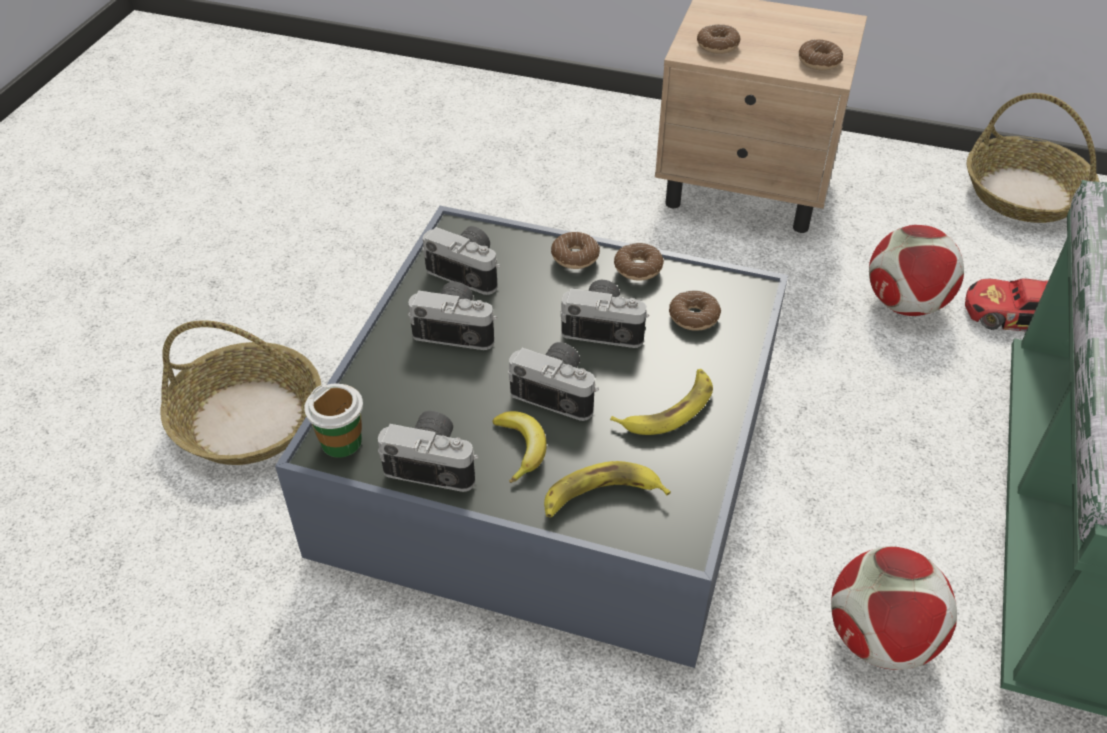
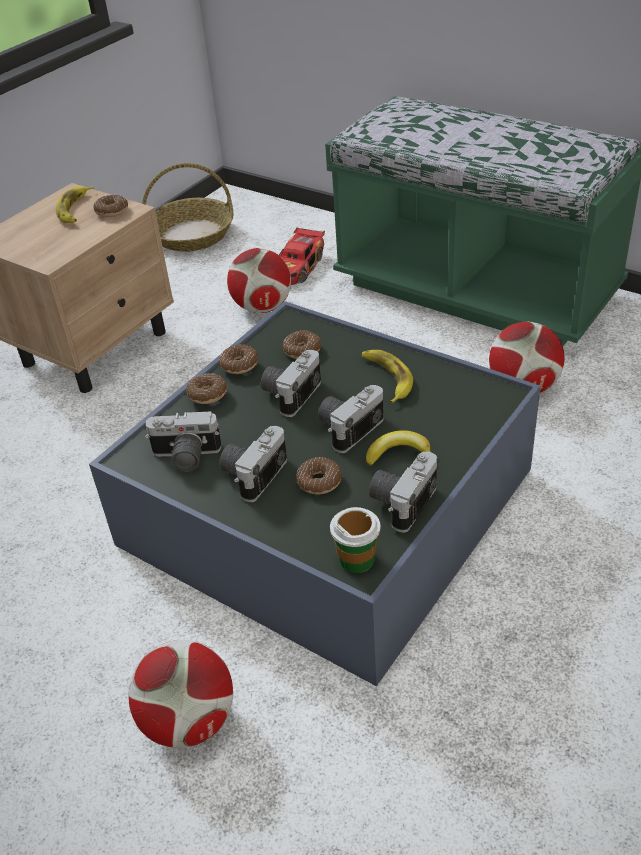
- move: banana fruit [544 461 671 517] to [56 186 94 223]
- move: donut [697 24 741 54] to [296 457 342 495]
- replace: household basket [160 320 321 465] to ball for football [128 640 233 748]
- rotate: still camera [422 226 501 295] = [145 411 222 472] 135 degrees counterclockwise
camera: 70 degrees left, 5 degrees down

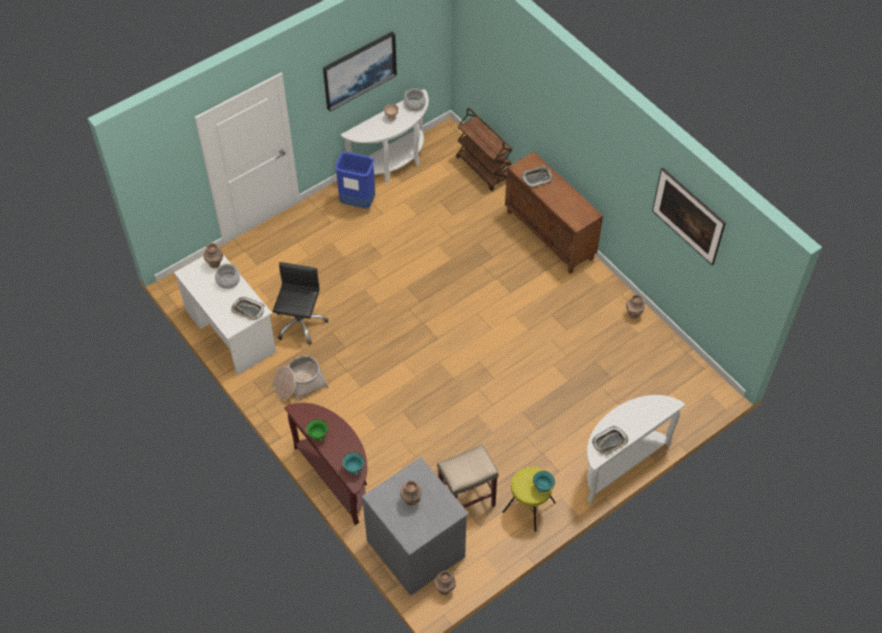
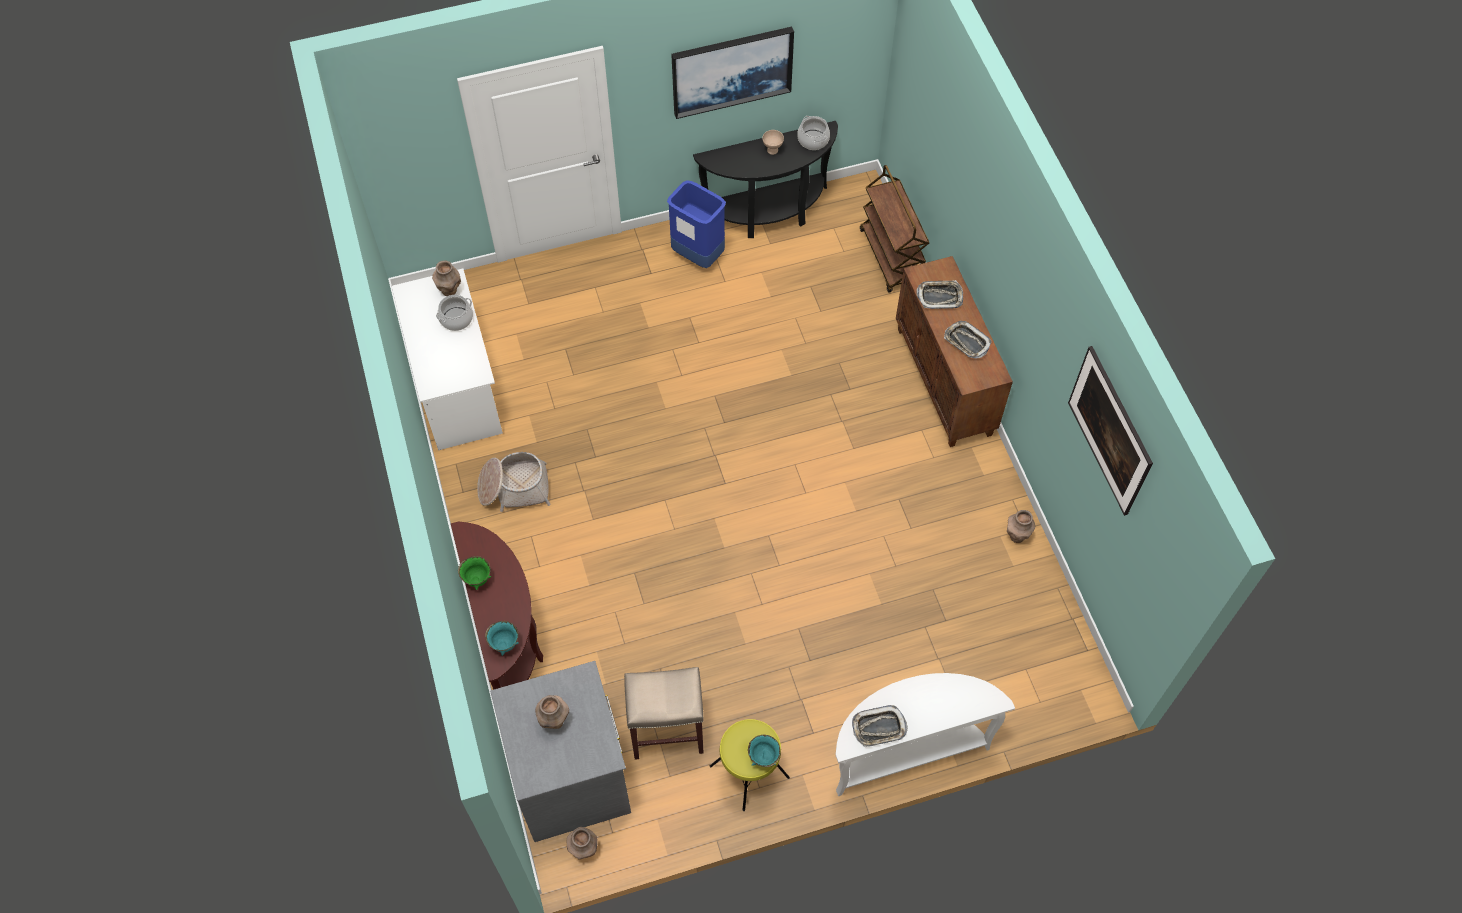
- delete: black-coloured office chair [273 262 328 345]
- move: carrying tray [231 297 264 320] to [944 321 992 359]
- recolor: white-coloured narrow table [341 89 429 183] to black-coloured narrow table [693 121 838 238]
camera: 20 degrees right, 5 degrees up

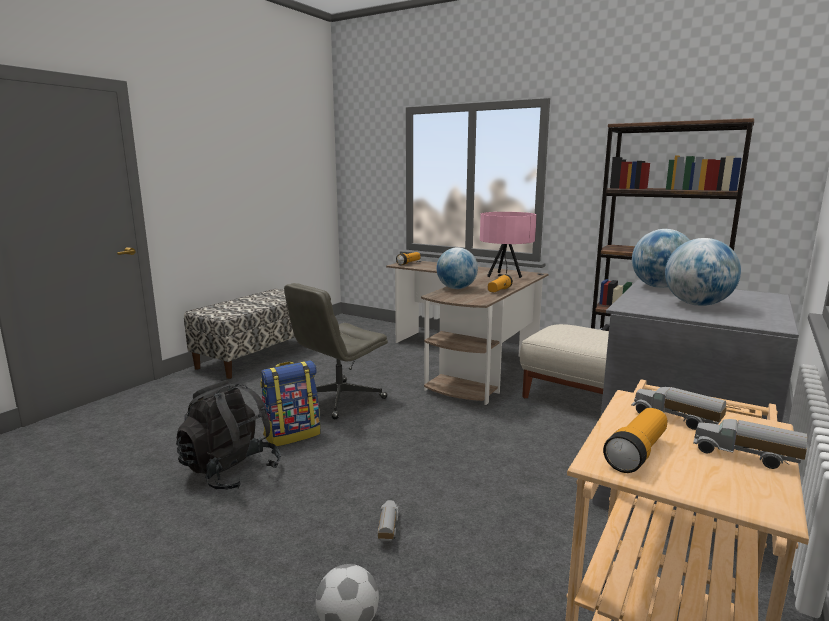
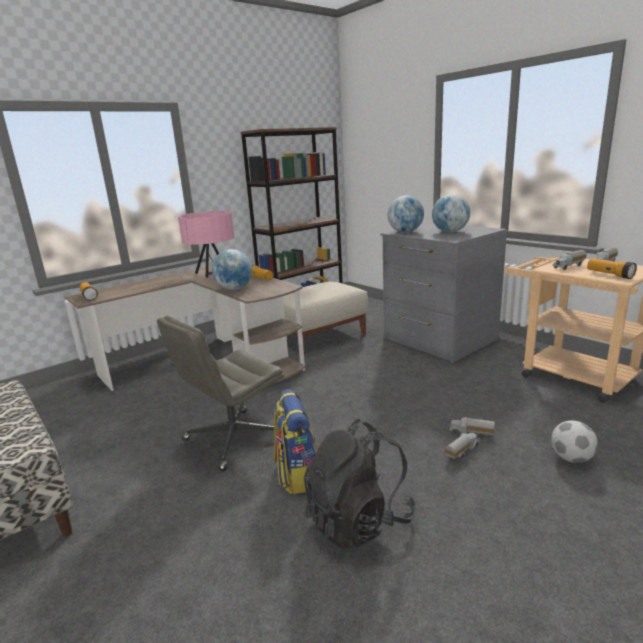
- insert: model truck [445 433 480 459]
- rotate: gray office chair [284 283 388 419] = [157 316 284 471] 75 degrees clockwise
camera: 70 degrees left, 5 degrees up

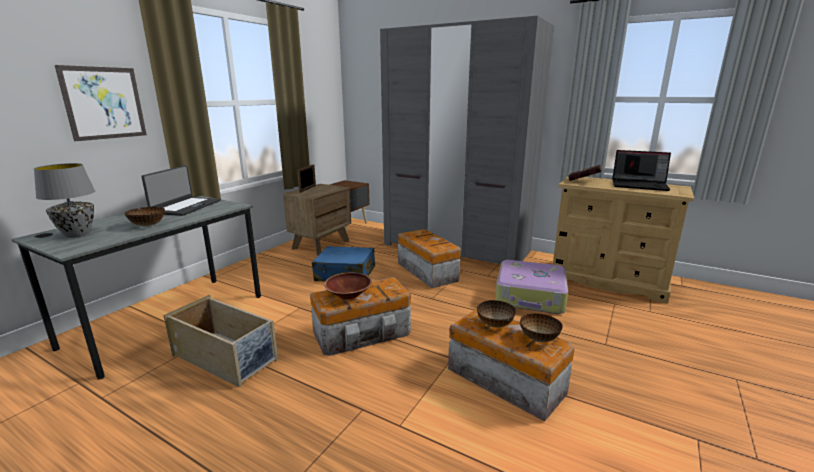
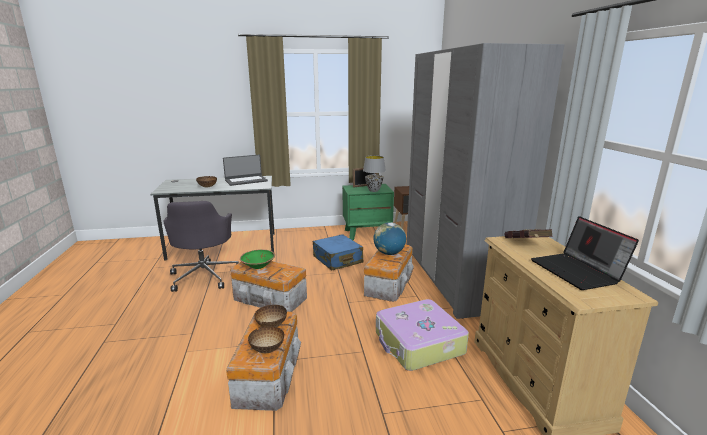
- delete: wall picture [55 65 147 141]
- insert: globe [374 222 406 255]
- move: gray table lamp [34 163 95 238] to [363 155 386 192]
- replace: beige-coloured storage bin [163 295 278 387] to gray office chair [163 201 240 292]
- recolor: brown-coloured bedside table [283 184 351 256] to green-coloured bedside table [342 184 394 240]
- recolor: brown-coloured deep dish [324 272 372 300] to green-coloured deep dish [240 249 275 269]
camera: 50 degrees right, 0 degrees up

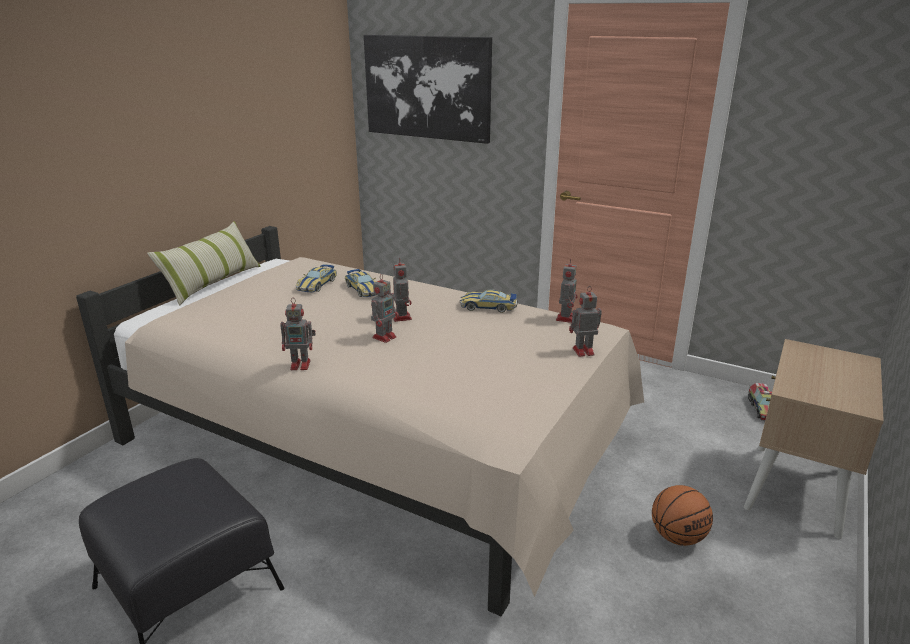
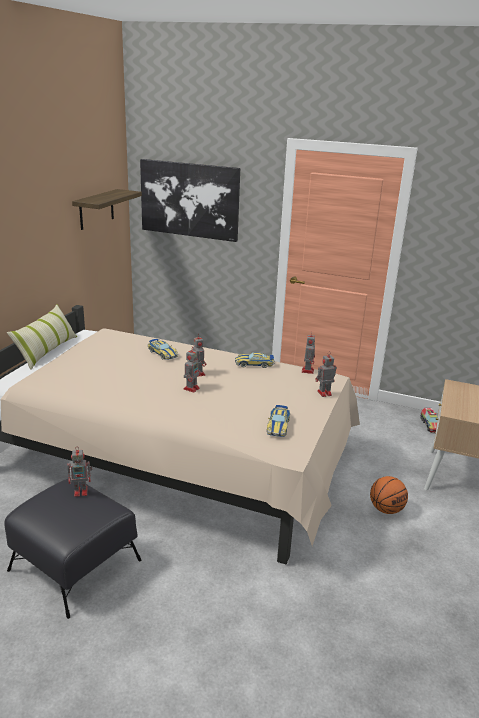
- insert: shelf [72 189 142 230]
- move: toy robot [280 300 316 370] to [67 447 92 497]
- move: toy car [296 264 337 292] to [267 405 290 437]
camera: 10 degrees left, 0 degrees up

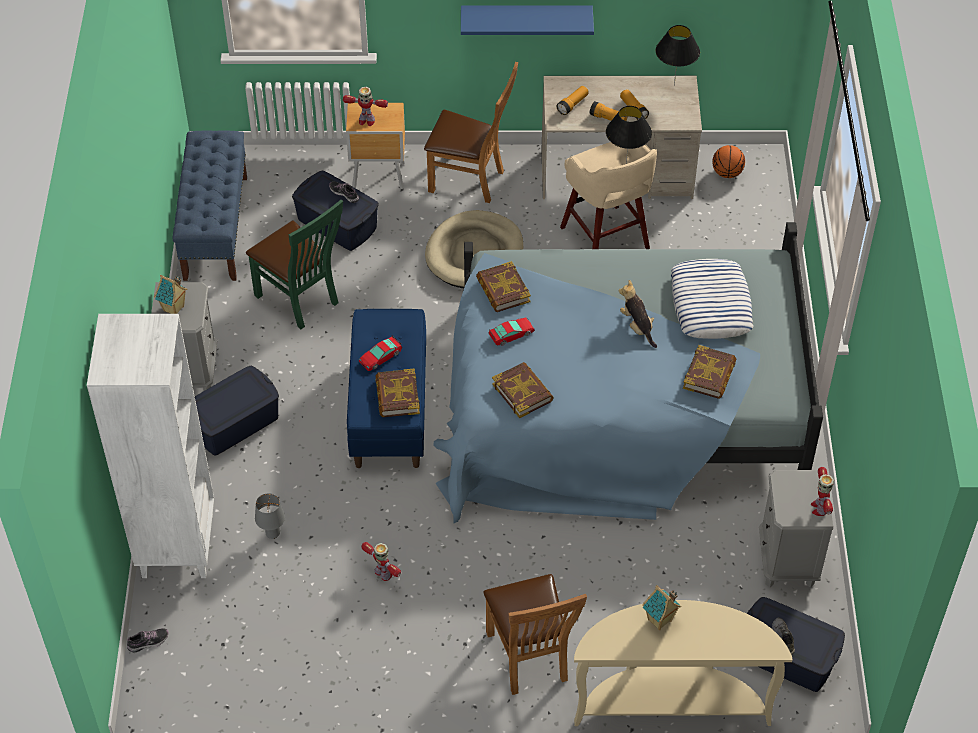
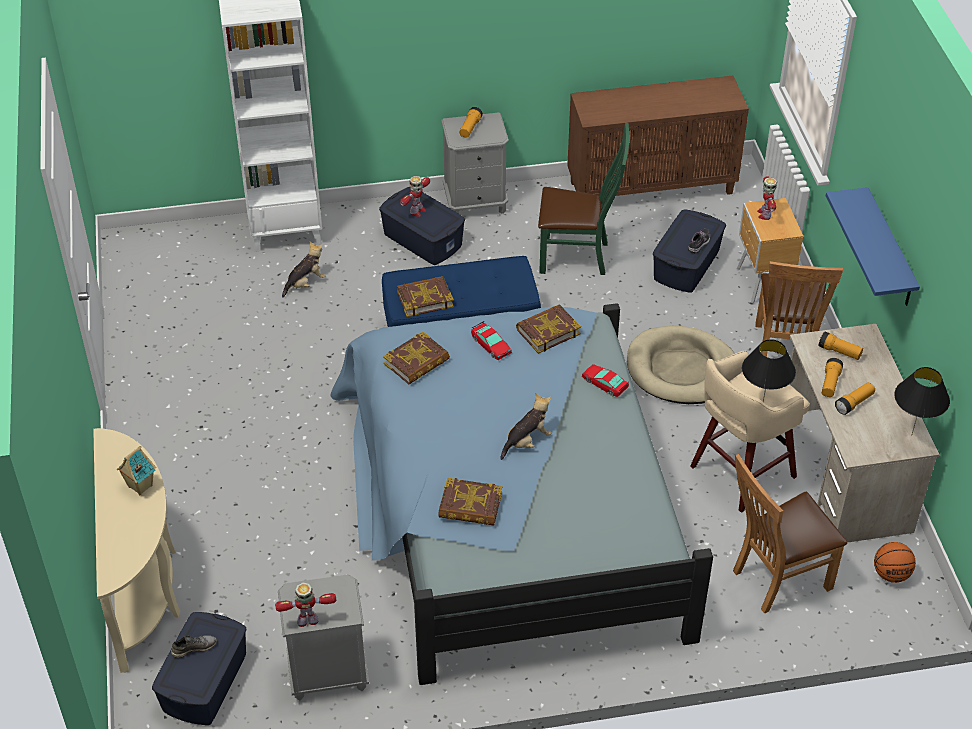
- delete: low shoe [127 628 168 653]
- delete: cushion [671 259 753 339]
- move: toy car [359 335 402 371] to [582 364 629 397]
- move: toy robot [361 542 401 581] to [400 176 430 217]
- move: brown-coloured upright chair [483 574 587 695] to [733 454 847 614]
- replace: model house [154 275 188 314] to hand torch [460 107 483 138]
- replace: blue bench [173 130 247 281] to brown-coloured cupboard [567 76 749 196]
- replace: gray table lamp [255 493 285 539] to soft toy [282 242 326 298]
- rotate: green-coloured upright chair [246 200 343 329] = [538 123 629 275] 120 degrees counterclockwise
camera: 80 degrees right, 5 degrees down

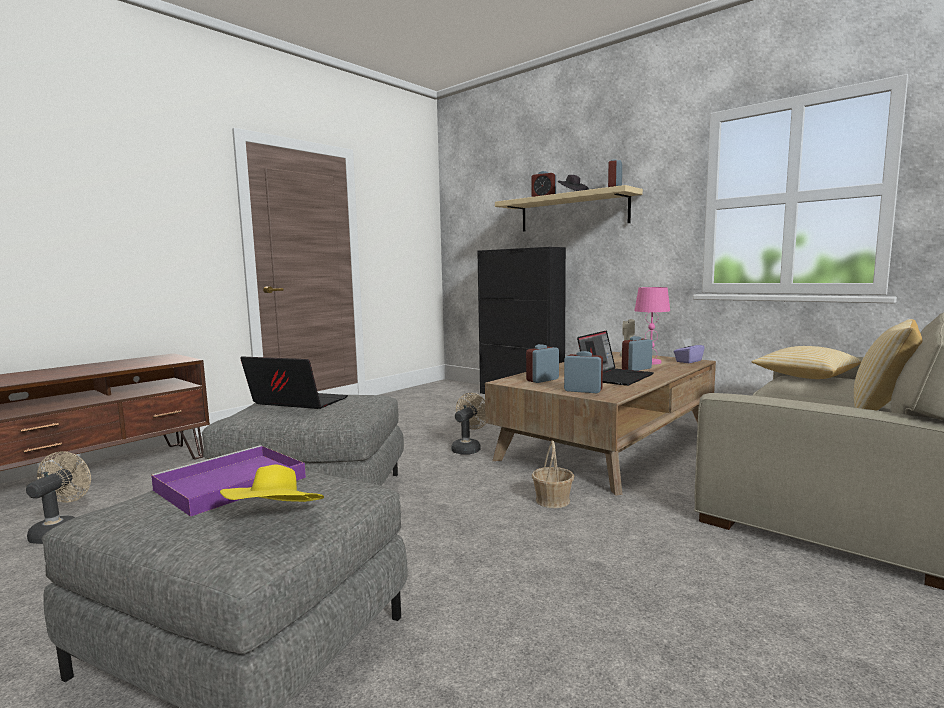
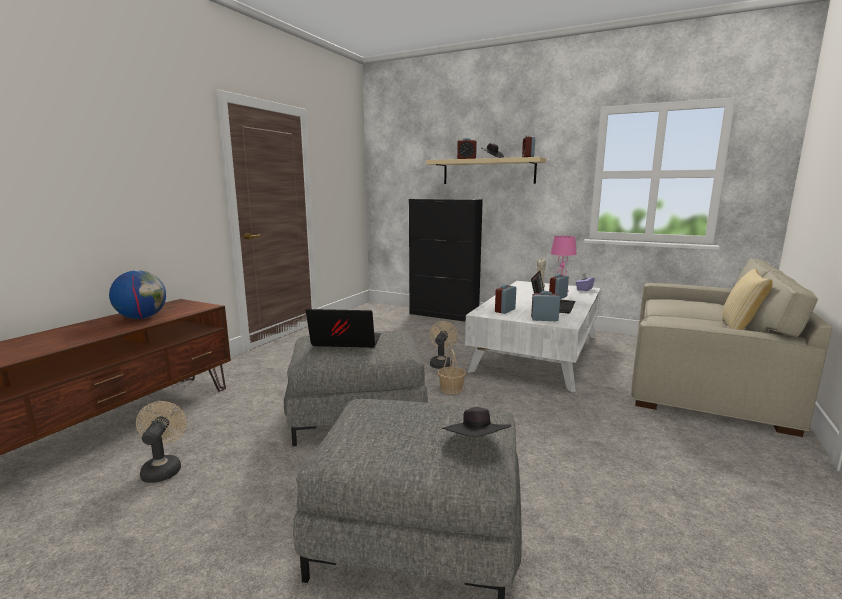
- delete: purplish carrying tray [151 445 306 517]
- delete: cushion [751 346 861 379]
- insert: globe [109 270 166 319]
- move: household basket [532 440 574 508] to [438 349 466 394]
- recolor: yellow-coloured hat [220 465 324 502] to black-coloured hat [442 407 511 437]
- recolor: brown-coloured coffee table [485 352 716 496] to white-coloured coffee table [465 281 601 392]
camera: 15 degrees left, 5 degrees up

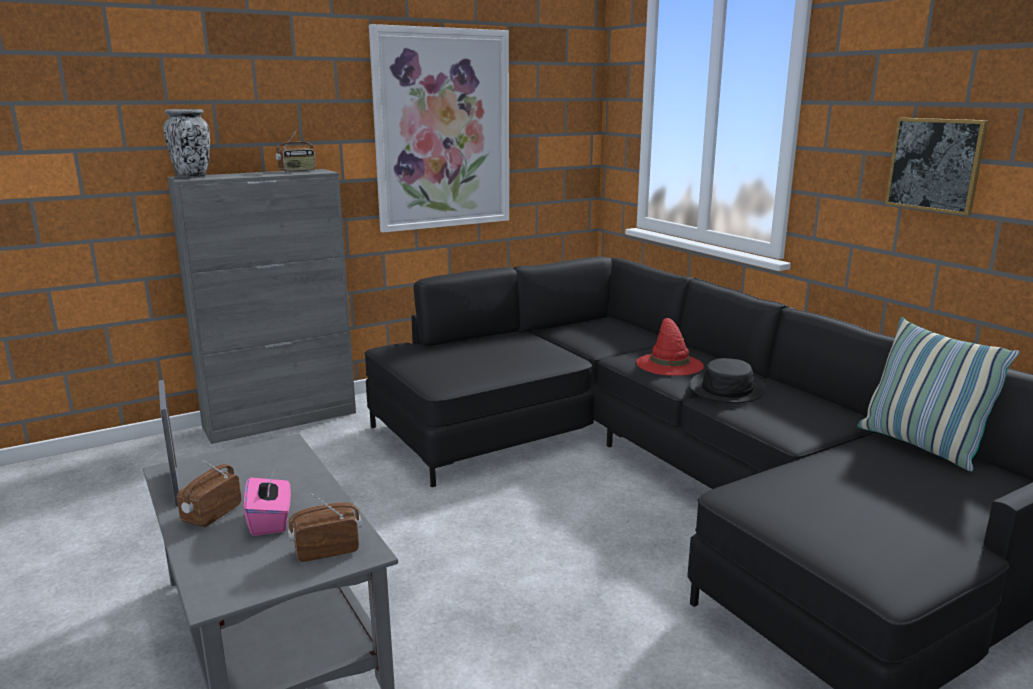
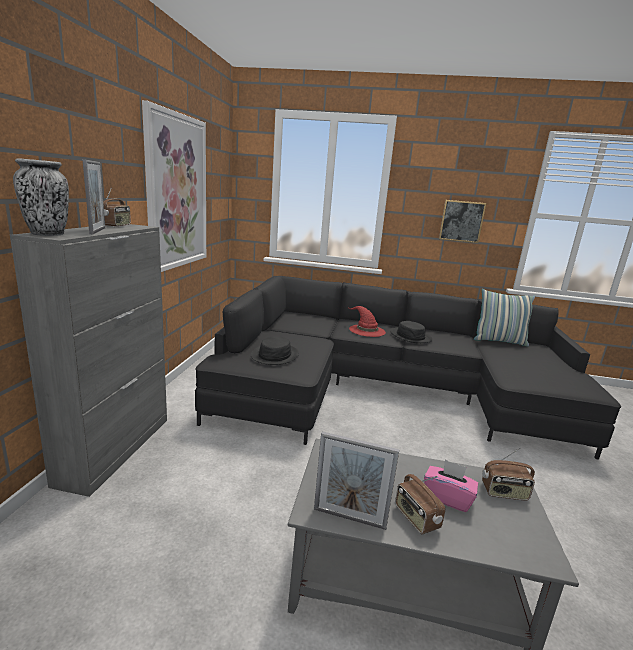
- insert: photo frame [82 159 105 234]
- insert: black-coloured hat [251 336 299 365]
- rotate: radio set [288 493 362 562] = [482 447 535 501] 105 degrees counterclockwise
camera: 50 degrees left, 0 degrees up

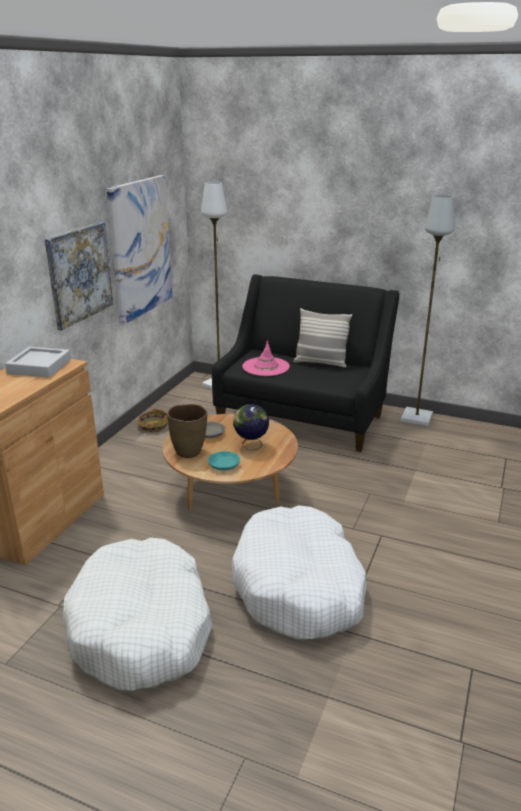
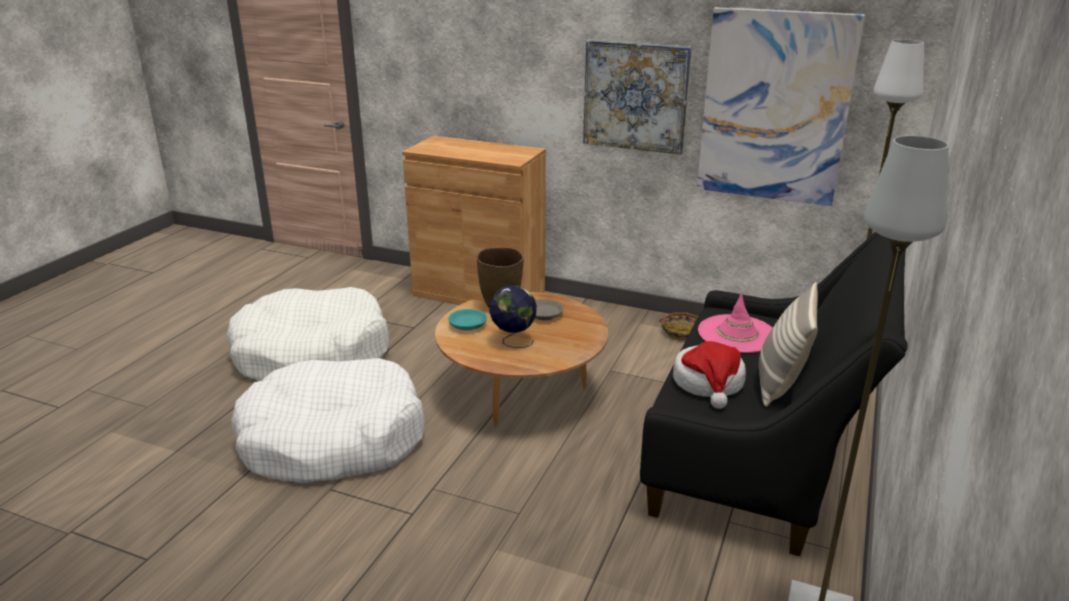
- delete: gray carrying tray [5 347 71 377]
- insert: hat [673 341 746 409]
camera: 90 degrees right, 0 degrees up

